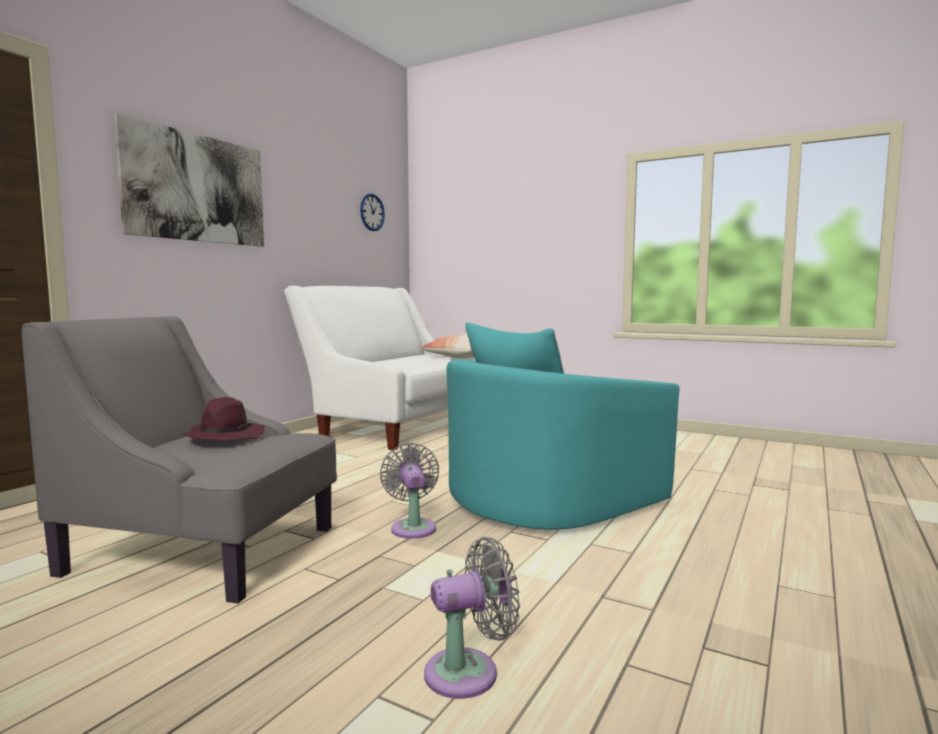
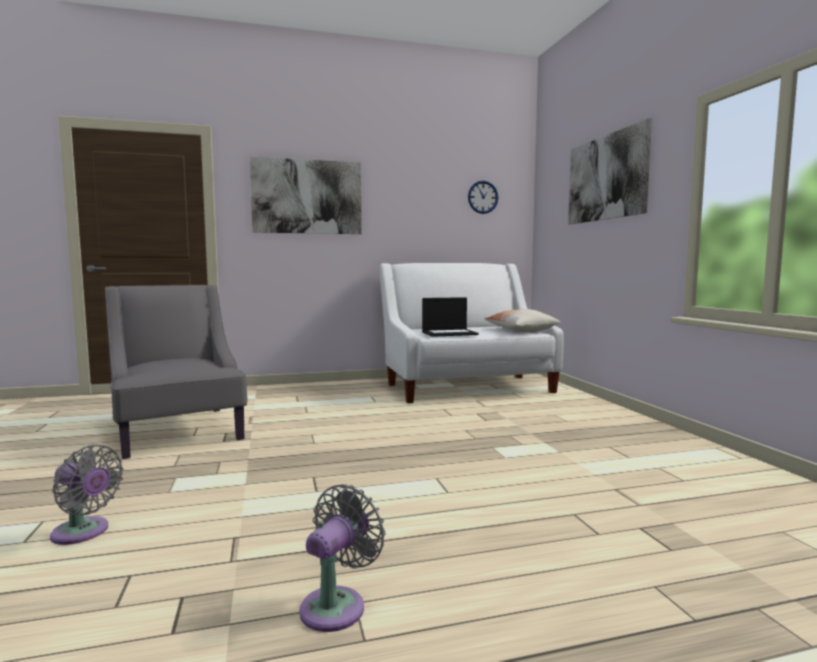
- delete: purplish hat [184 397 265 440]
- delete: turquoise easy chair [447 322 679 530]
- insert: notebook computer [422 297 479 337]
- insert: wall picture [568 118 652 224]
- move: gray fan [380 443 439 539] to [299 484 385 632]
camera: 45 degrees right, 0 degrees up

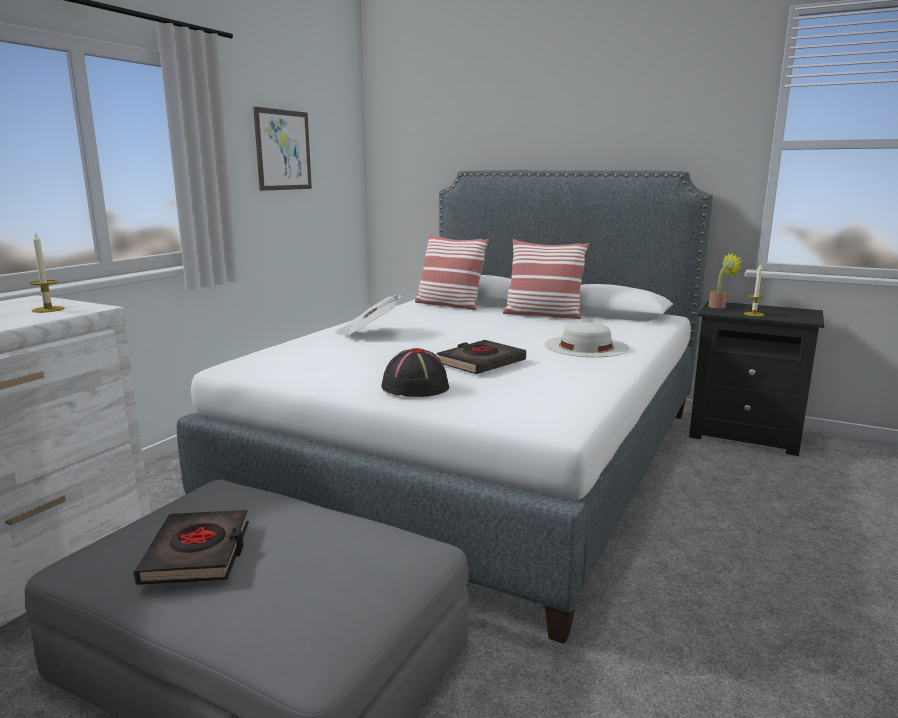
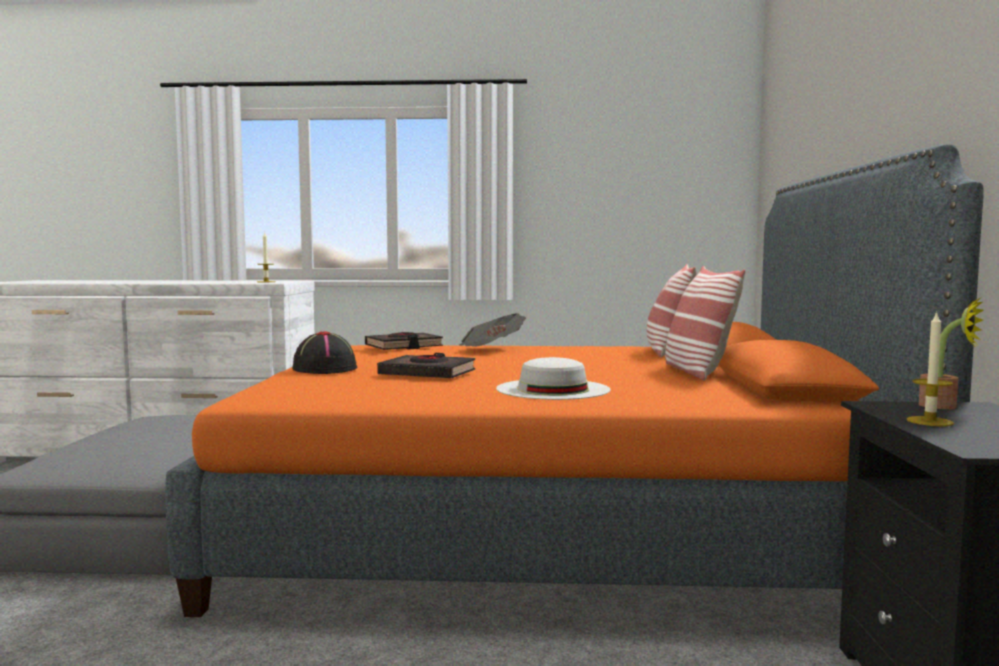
- delete: wall picture [253 107 312 191]
- move: black-coloured book [133 510 249 585] to [365 332 443 350]
- recolor: white-coloured bedroom bed [177 170 713 644] to orange-coloured bedroom bed [165 144 984 617]
camera: 65 degrees right, 10 degrees down

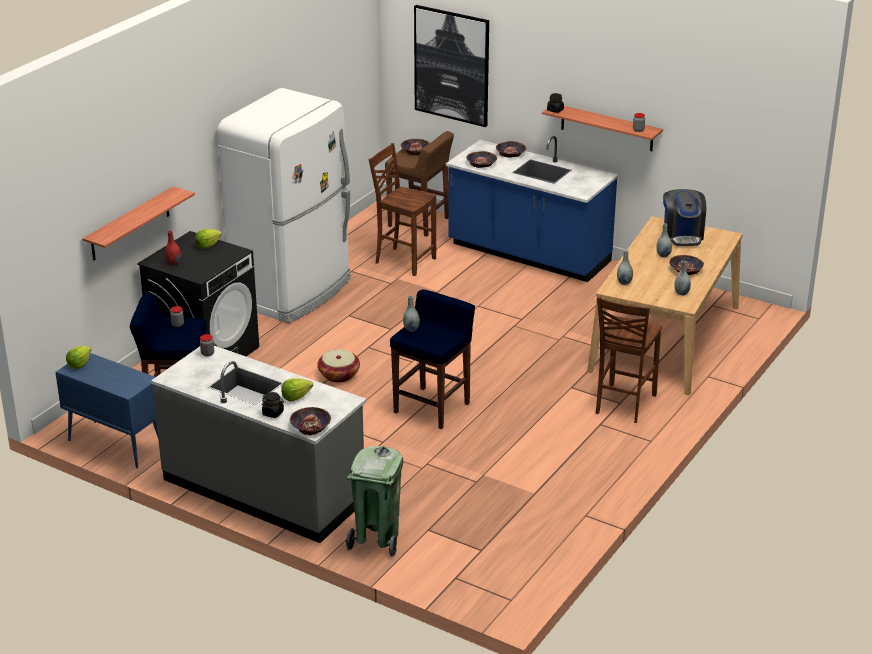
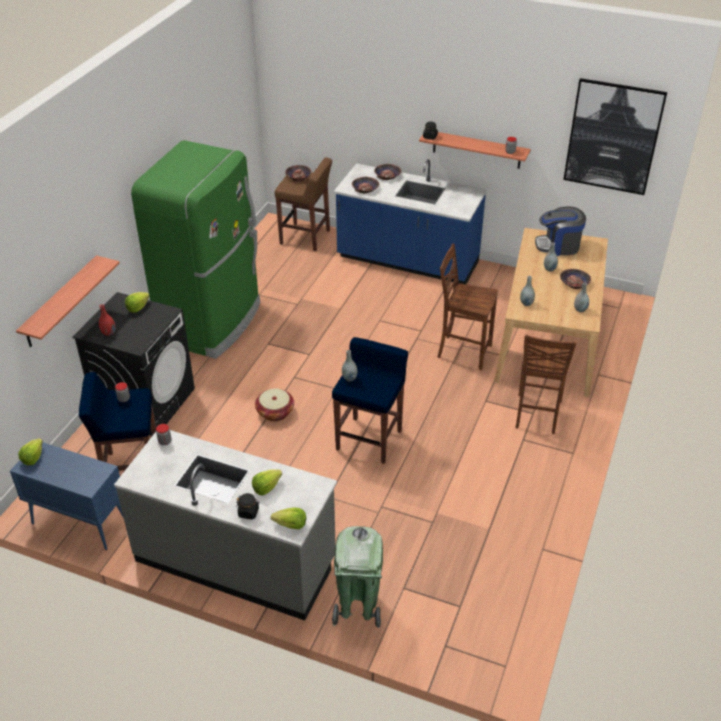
- move: brown-coloured upright chair [369 143 436 276] to [438 244 498 370]
- move: wall picture [414 5 489 127] to [563 78 667 195]
- replace: deep dish [289 407 331 436] to lettuce [270 508 306 529]
- recolor: white-coloured fridge [218 88 351 323] to green-coloured fridge [131 140 260 359]
- rotate: coffee maker [663 189 706 246] = [535 206 586 256] 105 degrees clockwise
camera: 10 degrees left, 10 degrees up

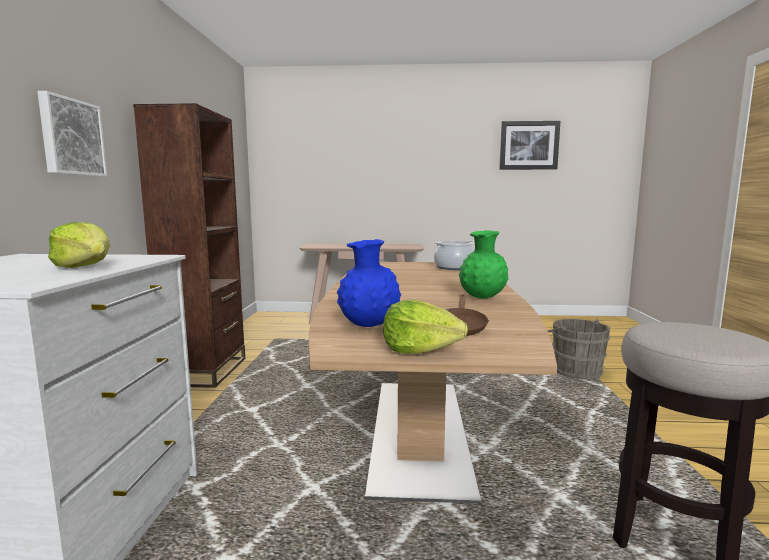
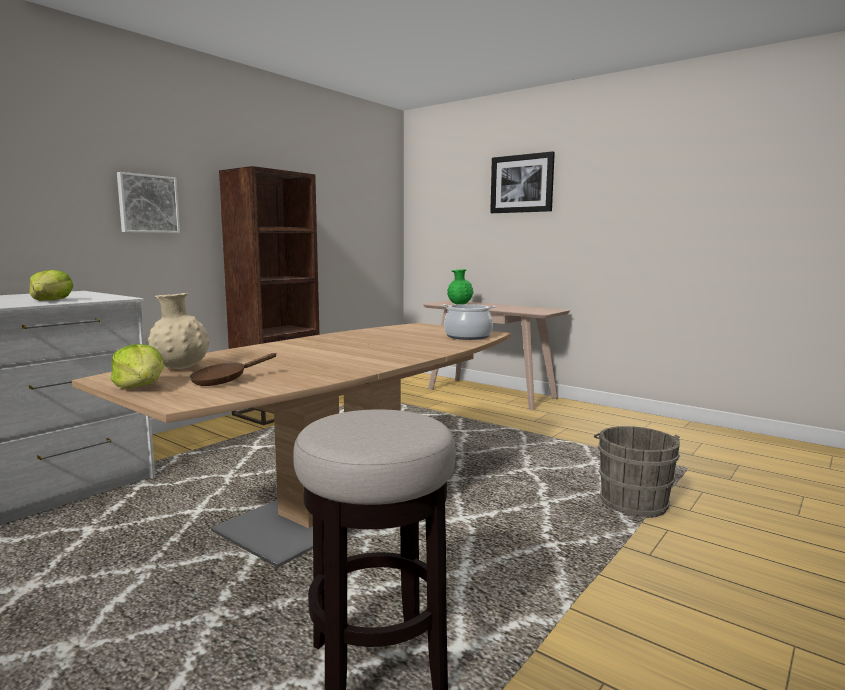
- move: green-coloured vase [459 230 508 299] to [447 269 474 305]
- move: wall picture [499 121 560 170] to [490 151 555 213]
- recolor: blue vase [337 239 401 327] to beige-coloured vase [148 293 209 369]
camera: 35 degrees right, 0 degrees up

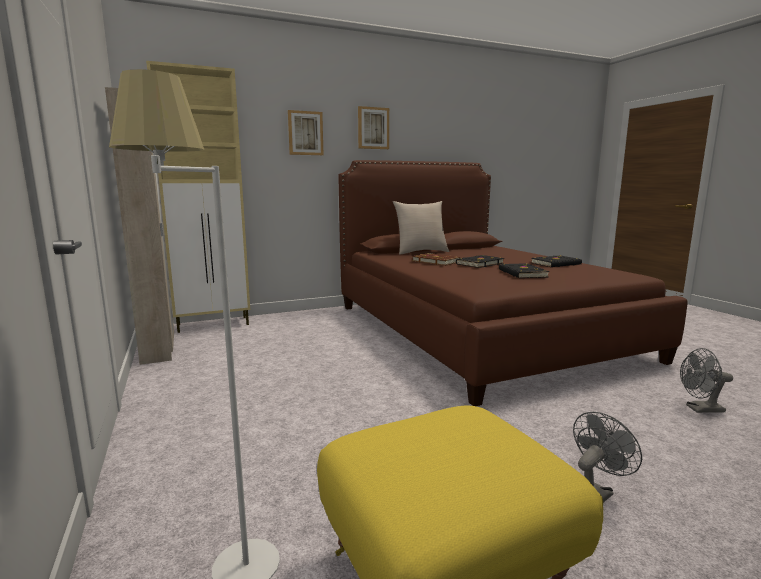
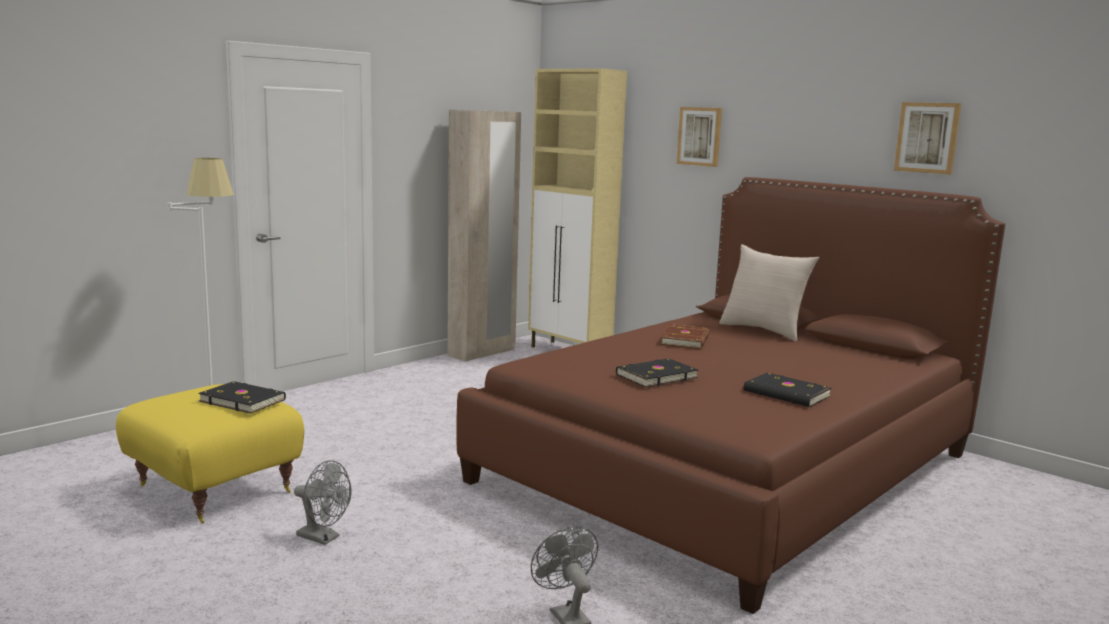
- move: wall picture [358 106 389 149] to [894 102 961 174]
- move: black-coloured book [456 255 504 268] to [198 381 286 414]
camera: 65 degrees right, 0 degrees up

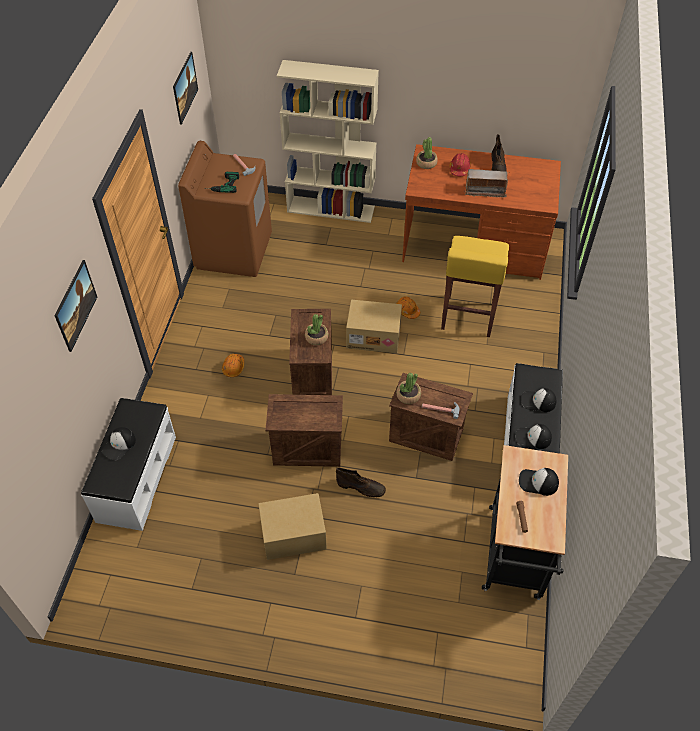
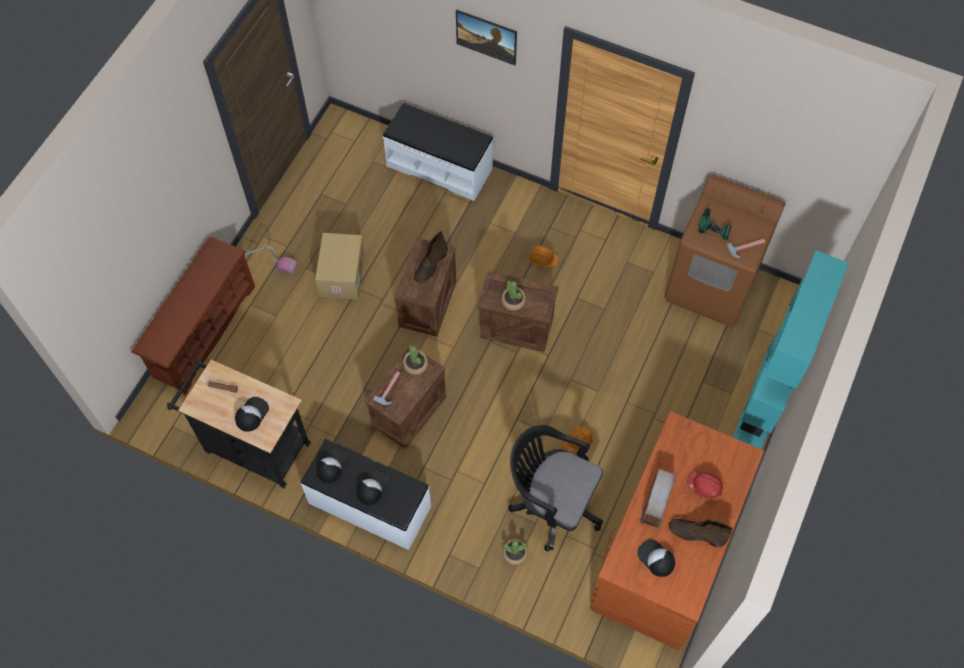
- delete: wall picture [173 52 198 125]
- delete: cardboard box [346 300 402 353]
- insert: brown-coloured shoe rack [131 236 255 395]
- insert: hoover [244 245 298 275]
- move: baseball cap [102 427 136 460] to [637 539 675 577]
- move: brown-coloured boot [336 467 386 497] to [414 231 448 283]
- move: plant in a pot [416 137 438 169] to [502 539 528 565]
- replace: yellow-coloured stool seat [441 236 509 337] to black-coloured office chair [508 425 603 551]
- recolor: beige-coloured bookshelf [277 60 379 223] to turquoise bookshelf [733 250 849 449]
camera: 105 degrees right, 10 degrees up

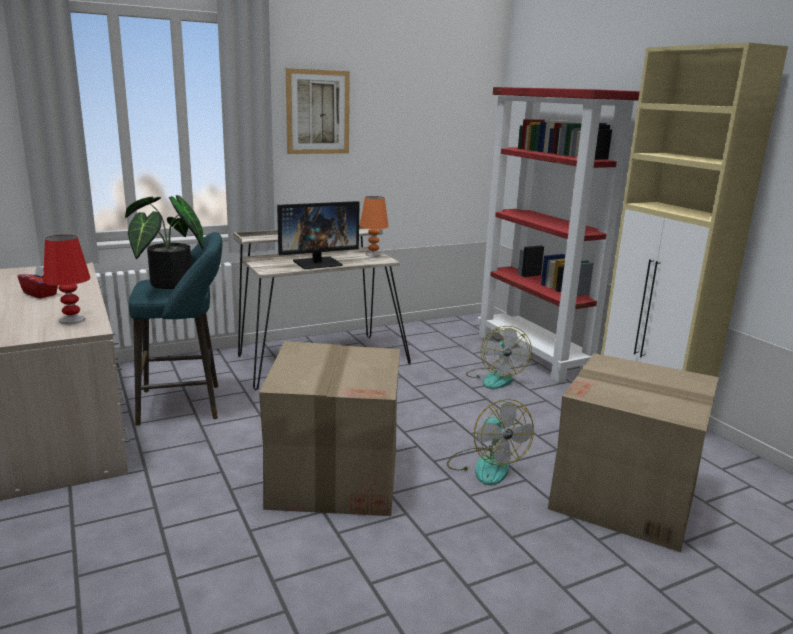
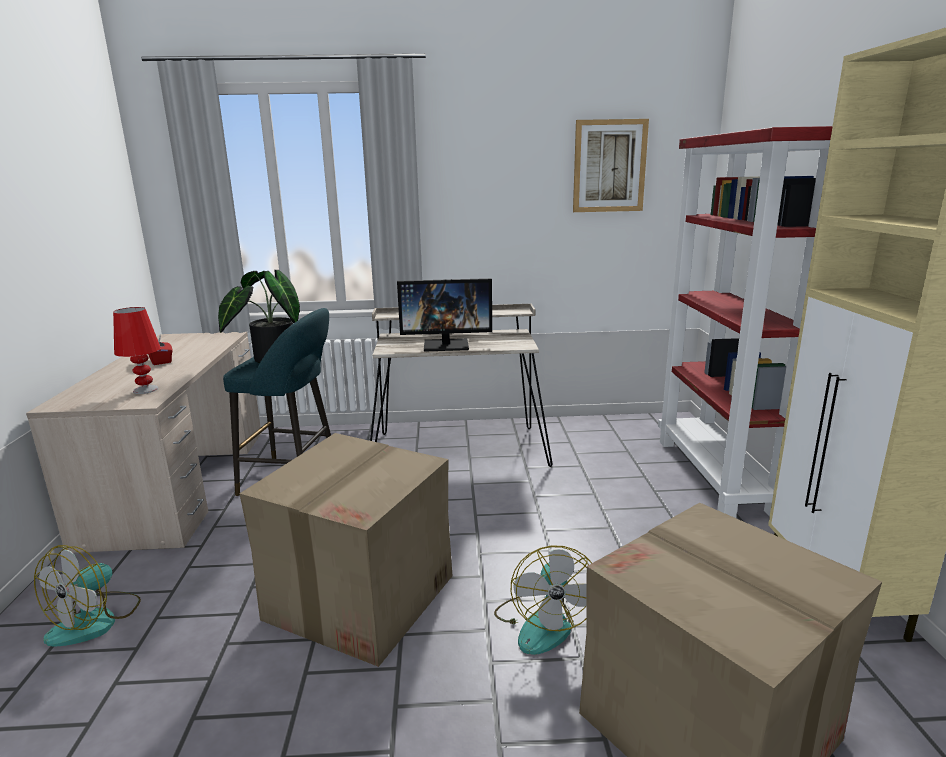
- delete: orange-coloured table lamp [360 196 389 257]
- move: wall picture [286 68 350 154] to [573 119 649 212]
- move: fan [466 326 532 389] to [34 545 141 647]
camera: 25 degrees right, 0 degrees up

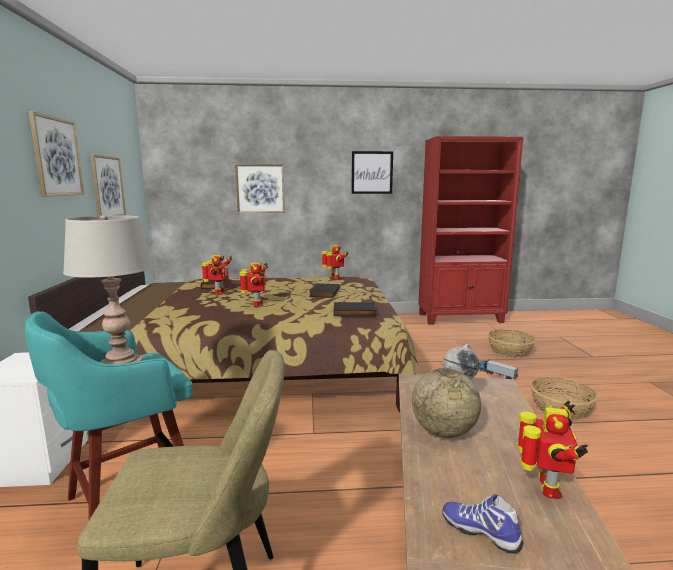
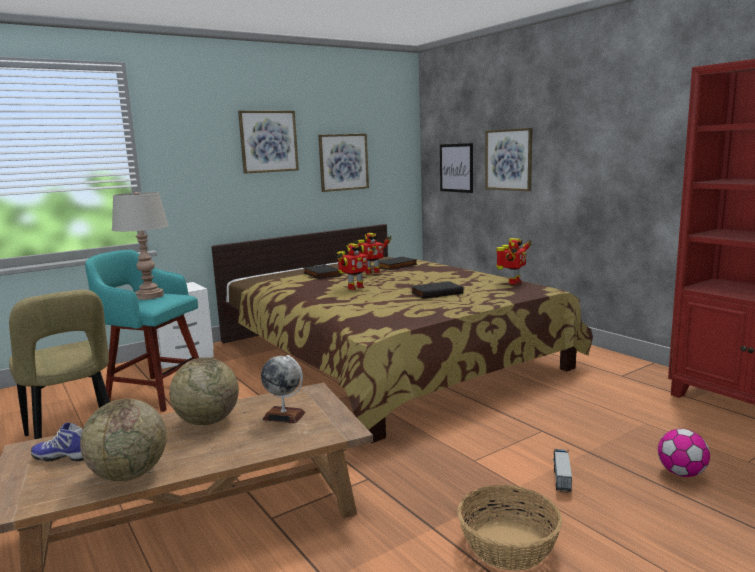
- move: black-coloured book [333 302 377 316] to [304 264 341 279]
- move: wall picture [351 151 393 194] to [440 143 473 193]
- replace: household basket [488 329 536 358] to ball for football [658 429 710 477]
- replace: toy robot [517 400 588 499] to globe [80 399 167 481]
- rotate: low shoe [442 494 523 554] = [31 422 84 461] 90 degrees counterclockwise
camera: 60 degrees right, 0 degrees up

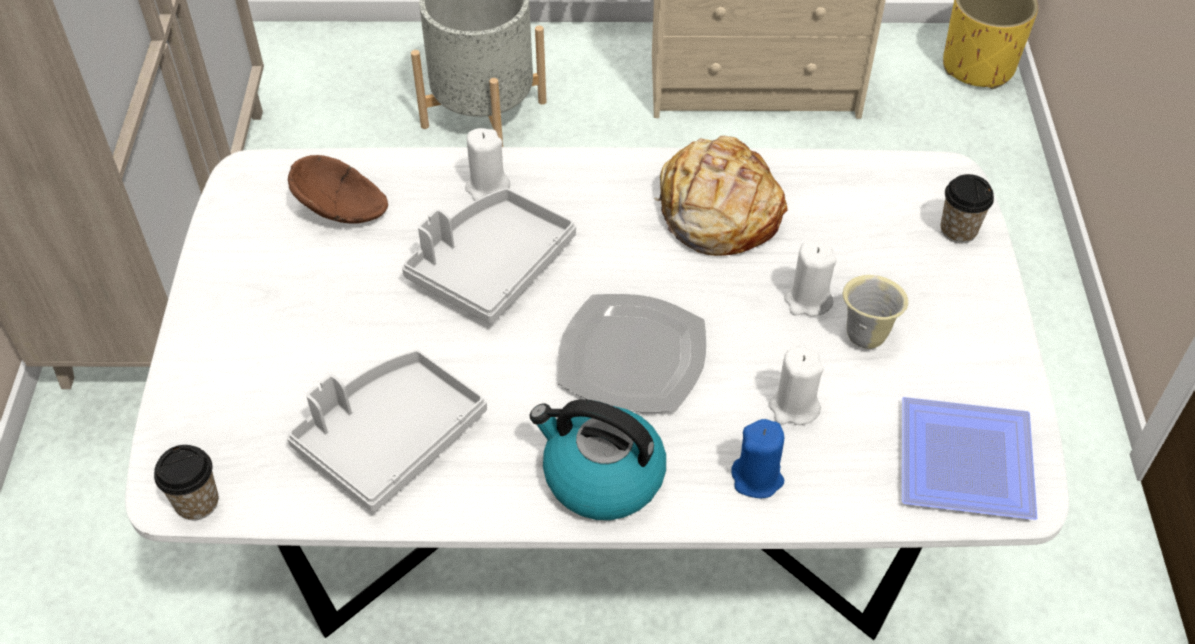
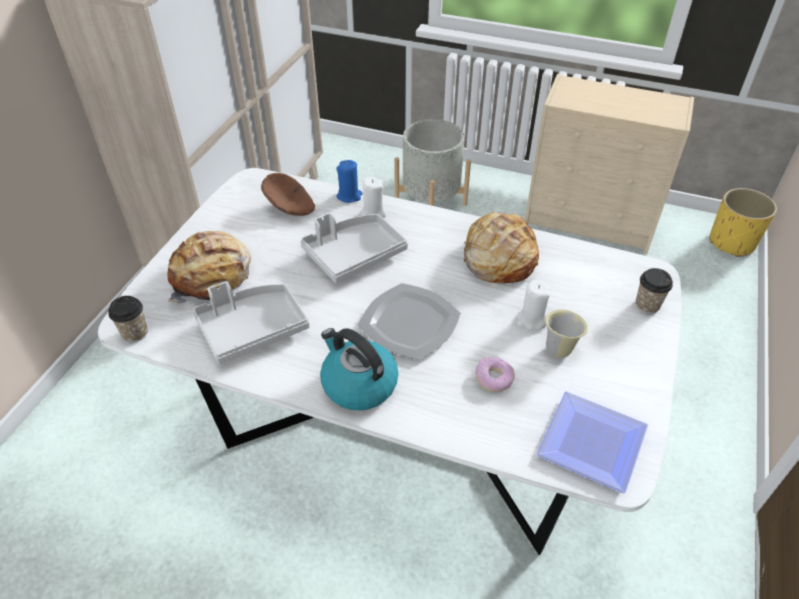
- insert: bakery bread [168 231 251 303]
- move: blue candle [731 419 784 499] to [336 160 363 203]
- replace: white-coloured candle [769 347 824 425] to donut [475 357 515 392]
camera: 20 degrees right, 5 degrees down

